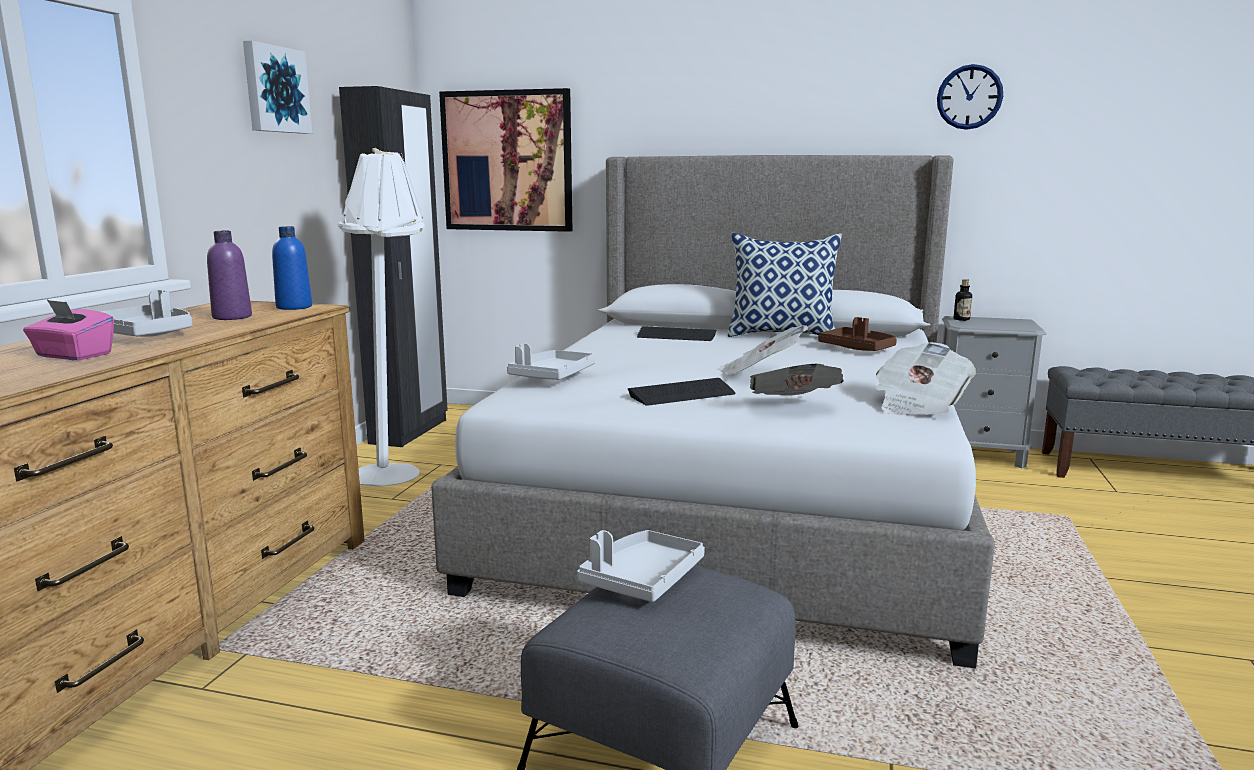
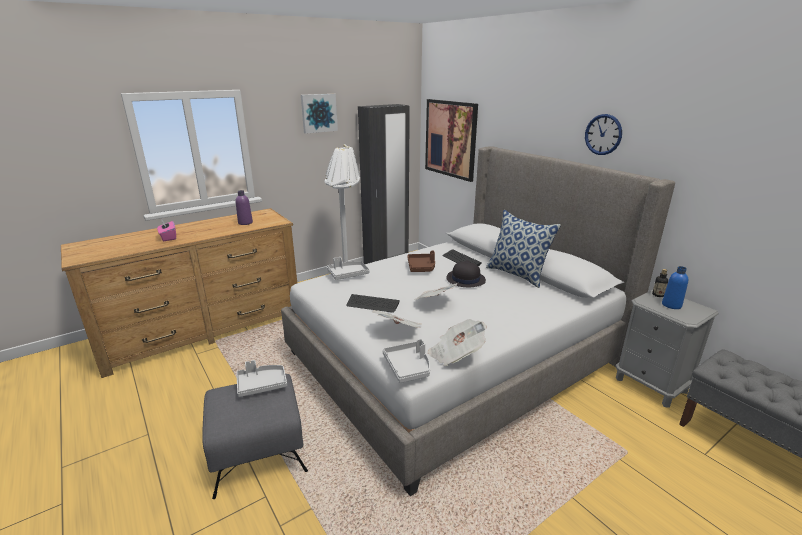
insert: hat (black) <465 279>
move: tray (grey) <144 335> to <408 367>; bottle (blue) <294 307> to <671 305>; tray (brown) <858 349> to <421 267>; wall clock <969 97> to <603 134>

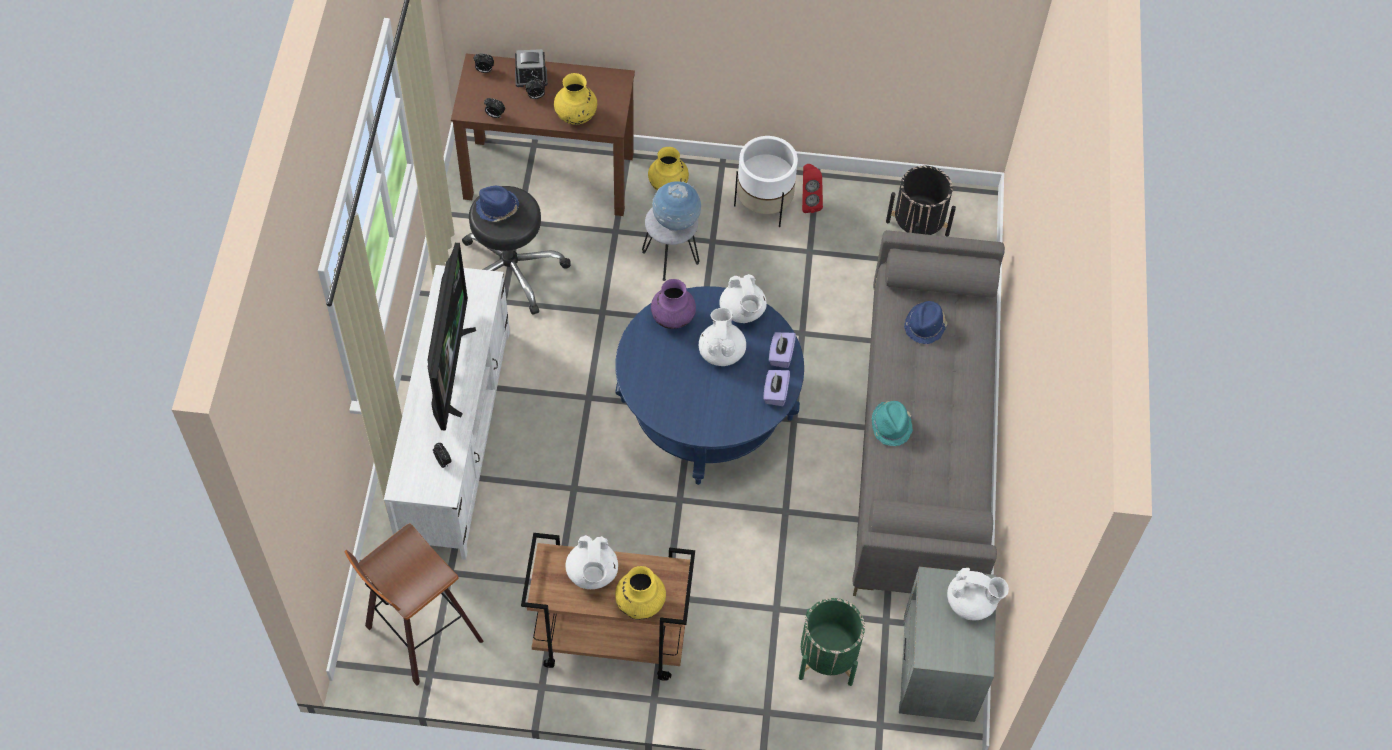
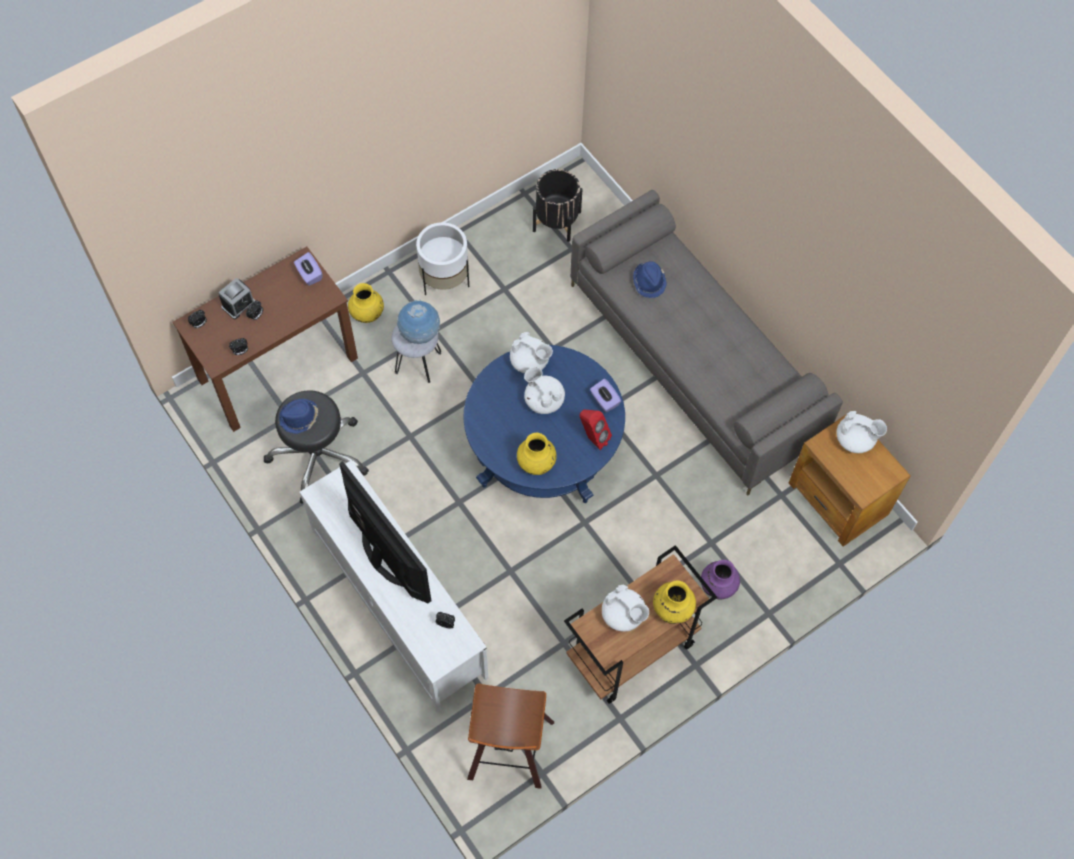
delete: planter (green) <827 657>; hat (turquoise) <891 426>
move: vase (yellow) <576 116> to <536 463>; vase (purple) <673 318> to <718 586>; tissue box (purple) <781 355> to <309 275>; speaker (red) <808 202> to <593 438>
recolor: side table (grey) <937 668> to side table (brown) <838 499>
rotate: teapot (white) <971 603> = <855 440> 45 degrees clockwise

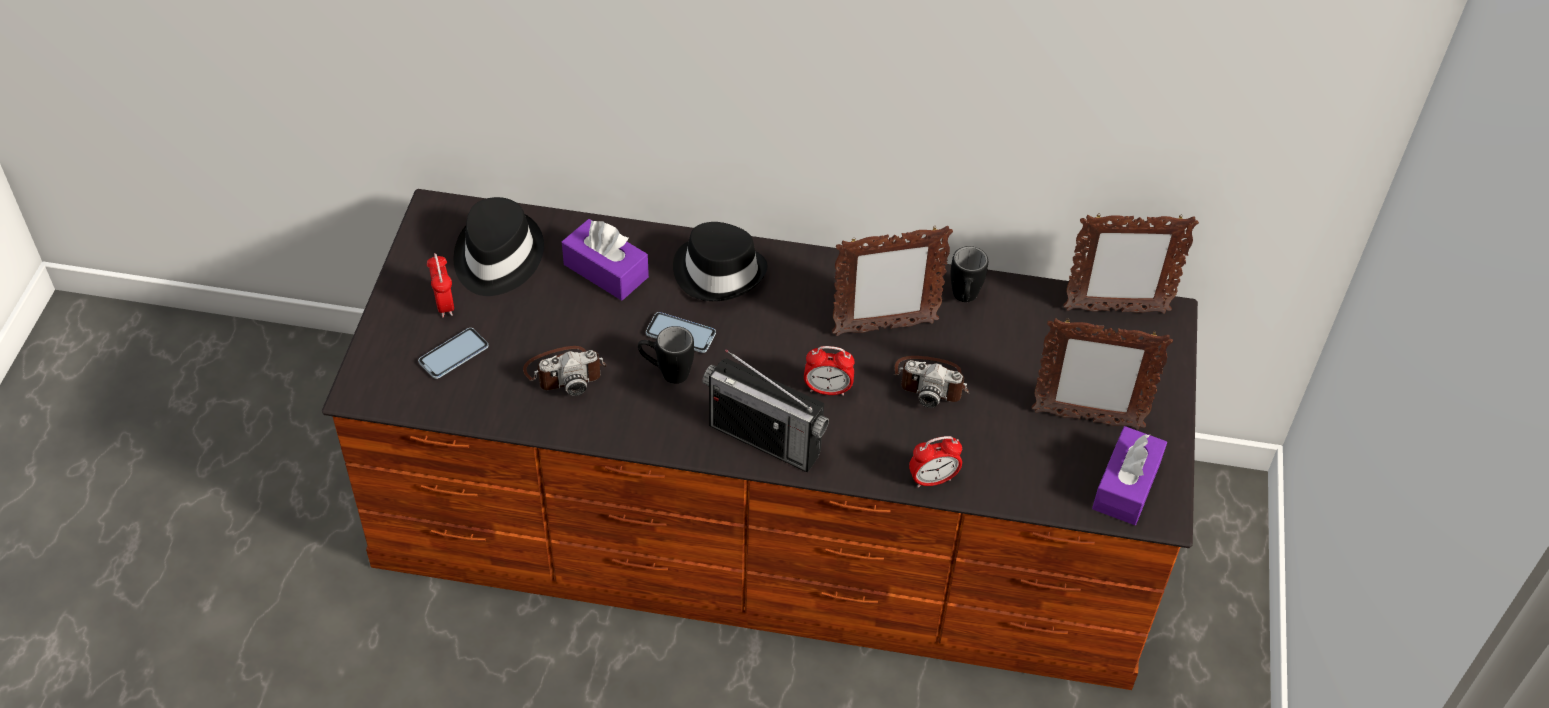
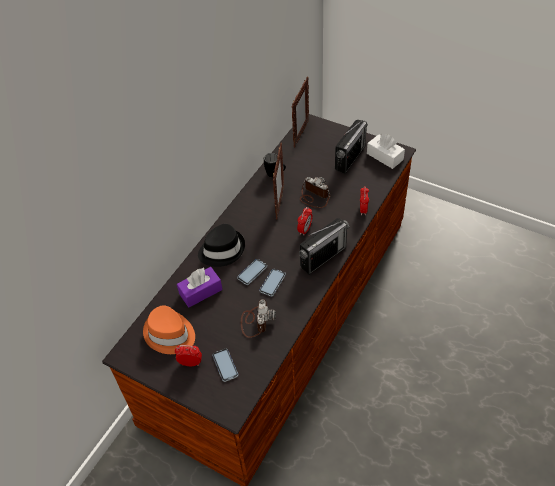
replace: mug (black) <666 373> to phone <272 283>; picture frame <1086 419> to radio <350 158>
recolor: hat (black) <496 257> to hat (orange) <169 334>; tissue box (purple) <1126 486> to tissue box (white) <385 156>
rotate: photo camera <931 382> = <314 196> 90 degrees counterclockwise

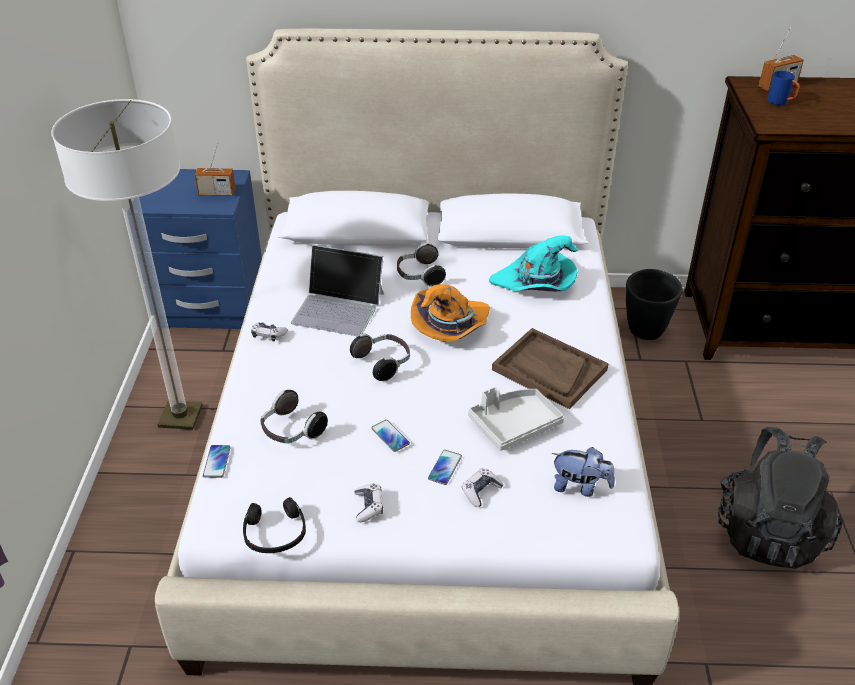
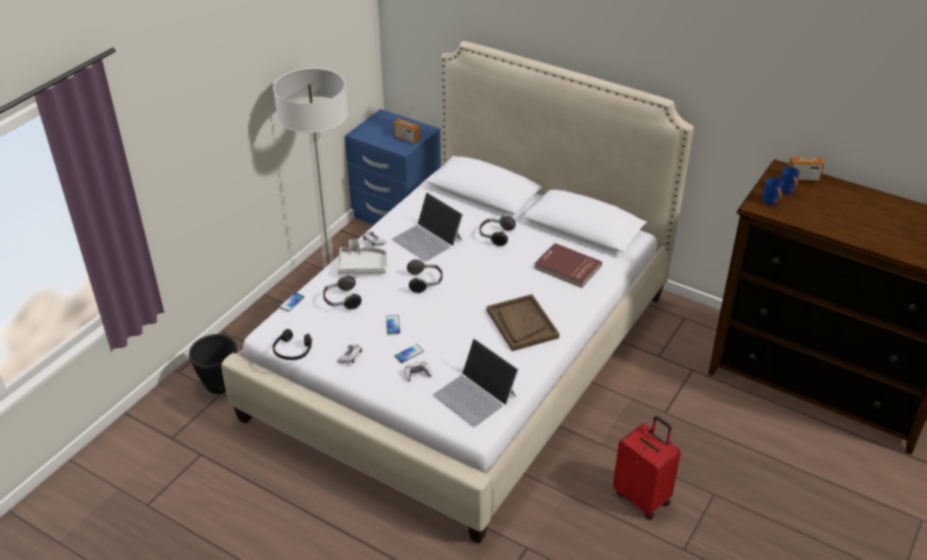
delete: hat (orange) <450 326>
insert: mug (blue) <771 202>
move: tray (grey) <514 425> to <362 266>; planter (black) <645 331> to <219 385>
replace: hat (turquoise) <536 283> to book (red) <567 268>; plush toy <580 487> to laptop <475 395>; backpack (black) <768 531> to suitcase (red) <642 497>

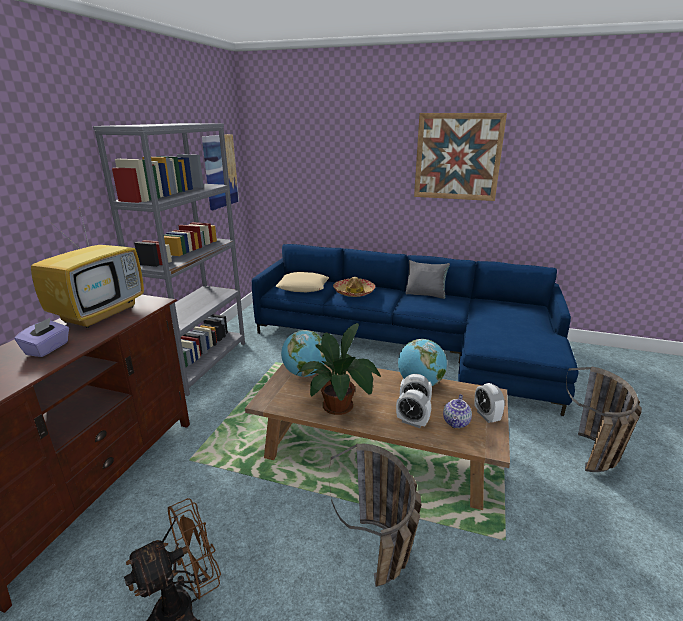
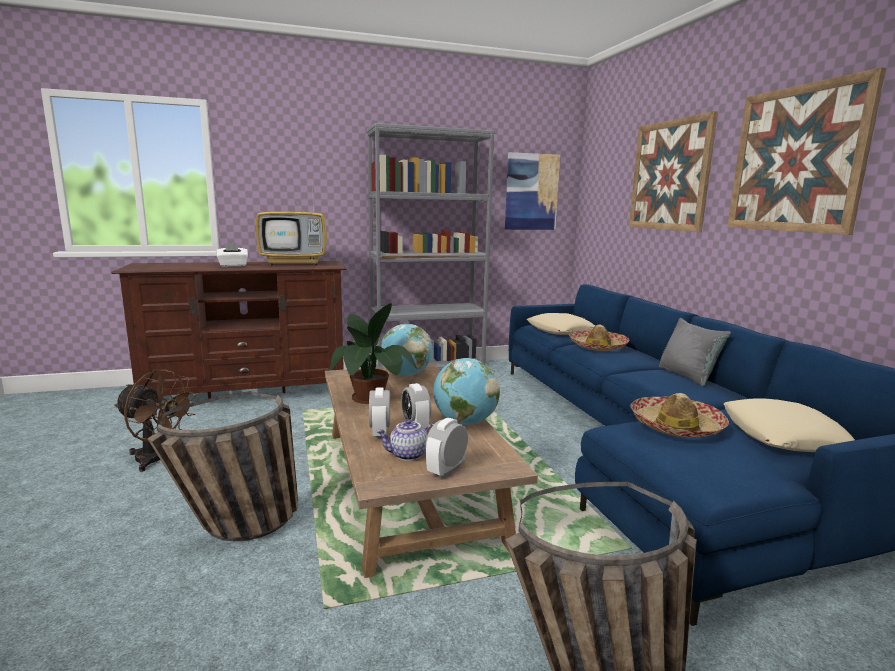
insert: picture <669 176>; hat <676 427>; pillow (beige) <783 436>
recolor: tissue box (purple) <48 349> to tissue box (white) <233 265>

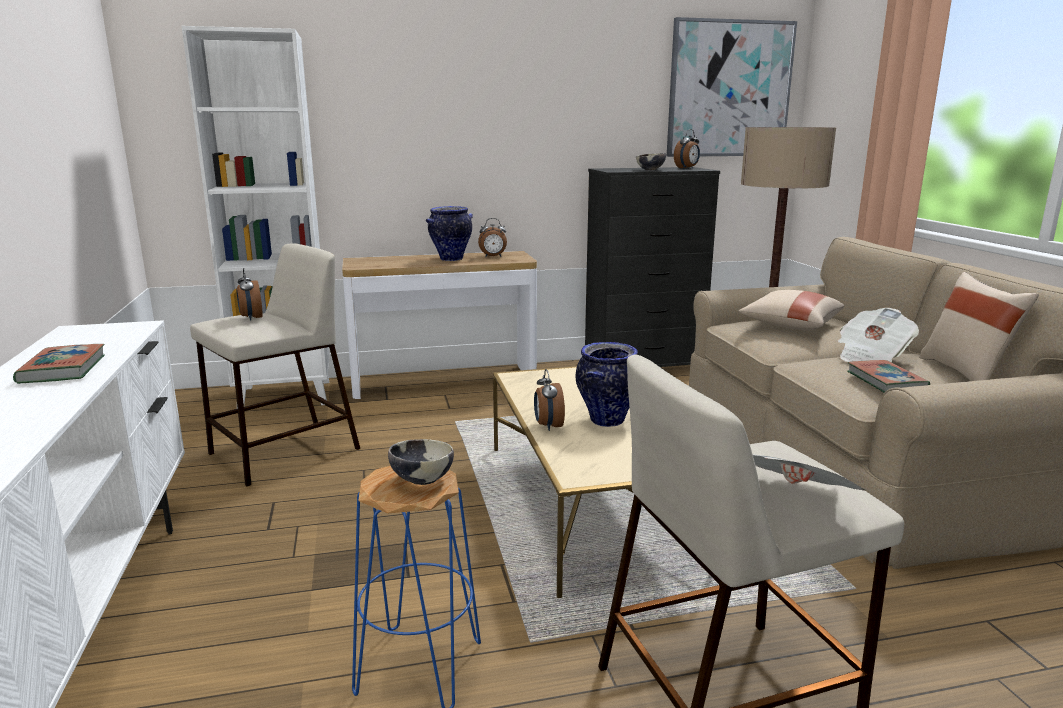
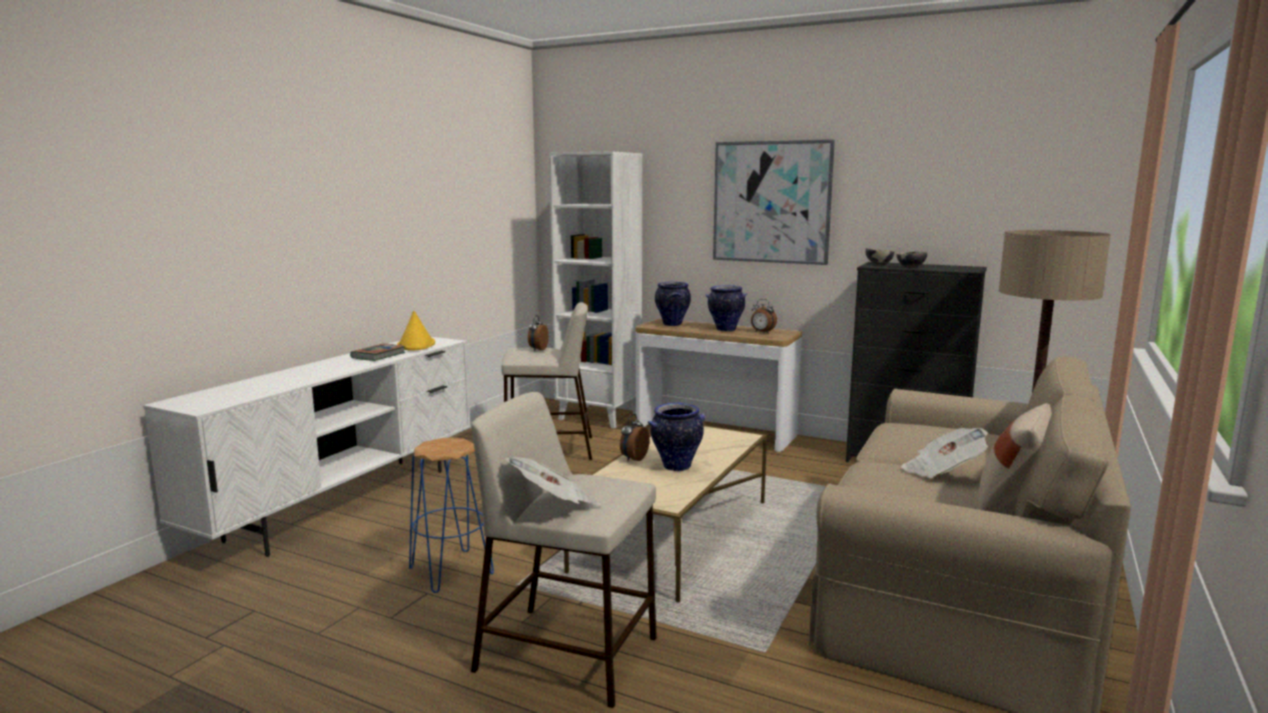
delete: alarm clock <687 168>; pillow (beige) <789 325>; book <886 381>
insert: hat (yellow) <416 345>; vase <672 324>
move: bowl <421 480> to <878 264>; picture <729 89> to <771 202>

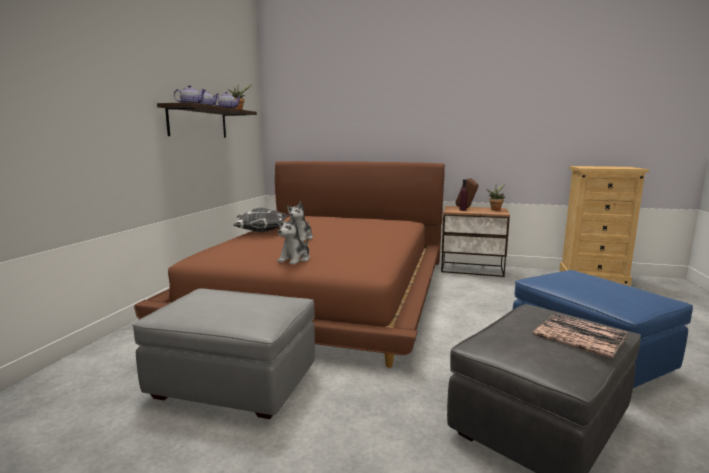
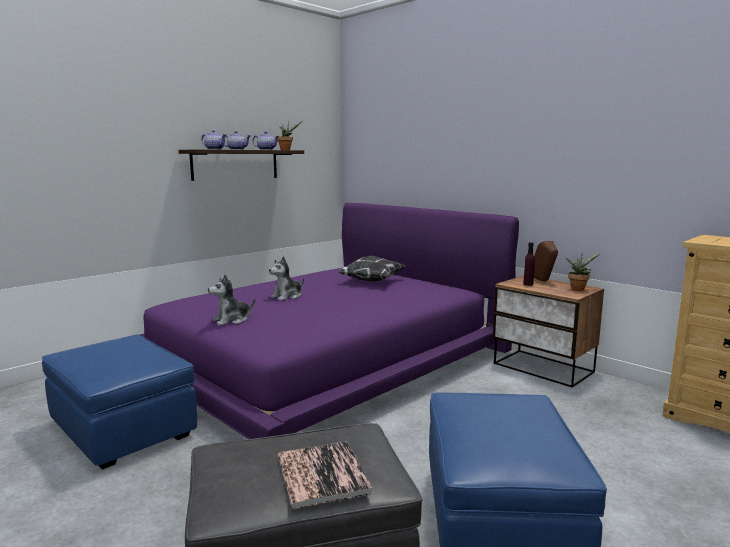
move: pillow <261 232> to <371 281>
recolor: ottoman (grey) <234 383> to ottoman (blue) <123 430>; bed (brown) <325 290> to bed (purple) <327 358>

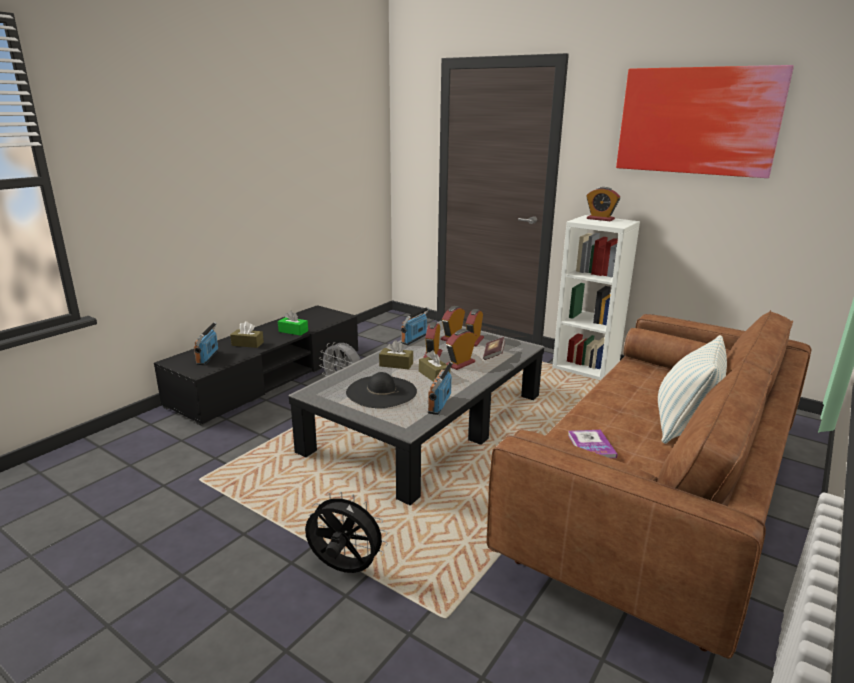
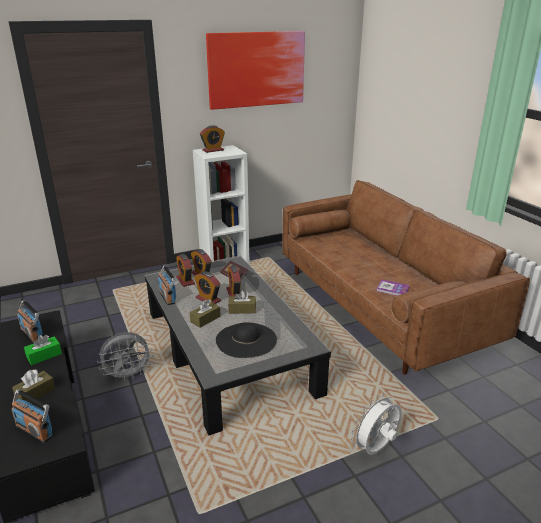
delete: pillow <683 425>
move: radio <439 404> to <32 334>
recolor: fan (black) <344 569> to fan (white) <376 449>

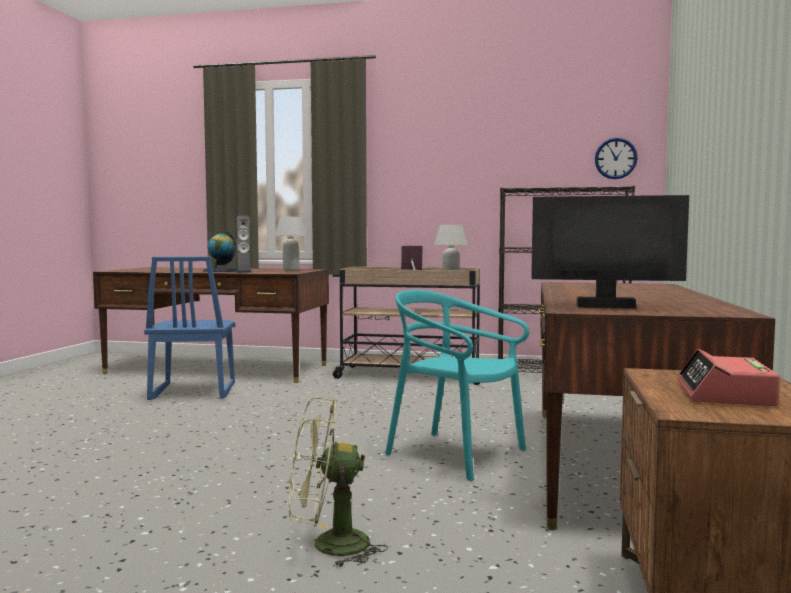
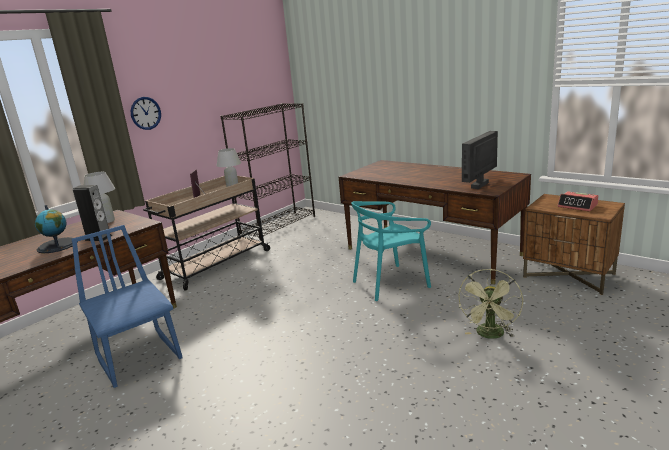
move: wall clock <615 158> to <145 113>
rotate: chair (blue) <192 392> = <139 357> 150 degrees counterclockwise

